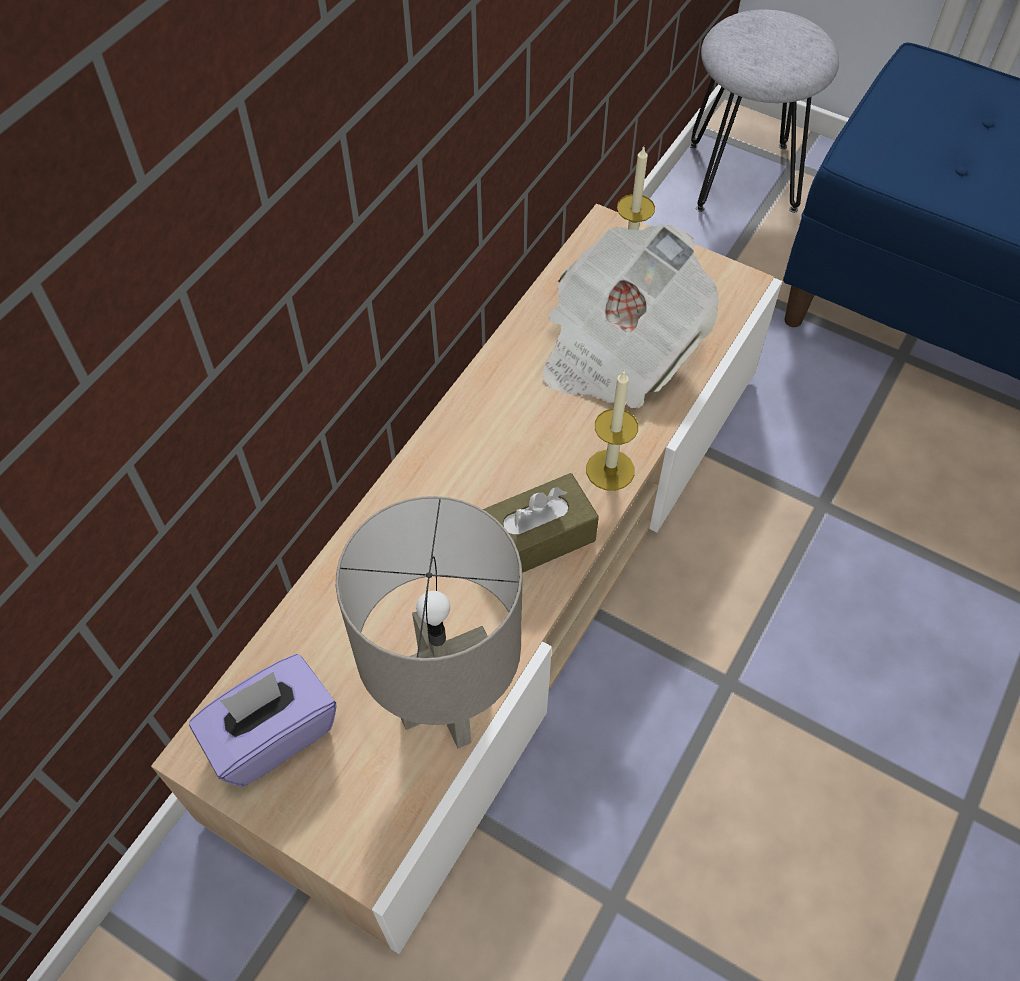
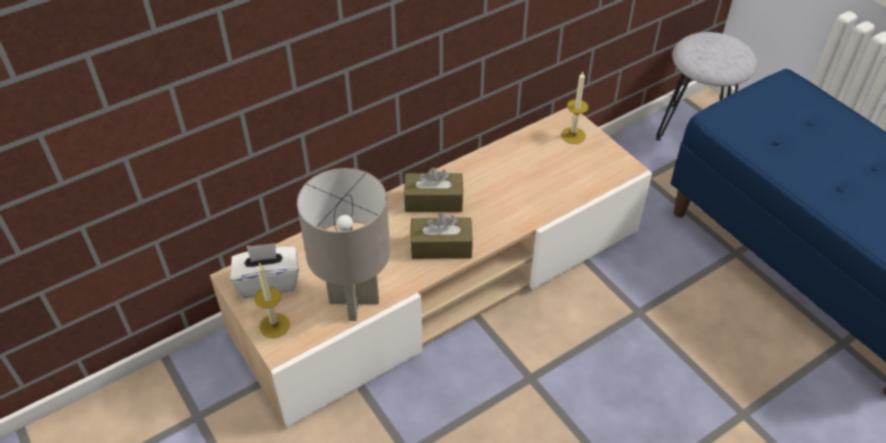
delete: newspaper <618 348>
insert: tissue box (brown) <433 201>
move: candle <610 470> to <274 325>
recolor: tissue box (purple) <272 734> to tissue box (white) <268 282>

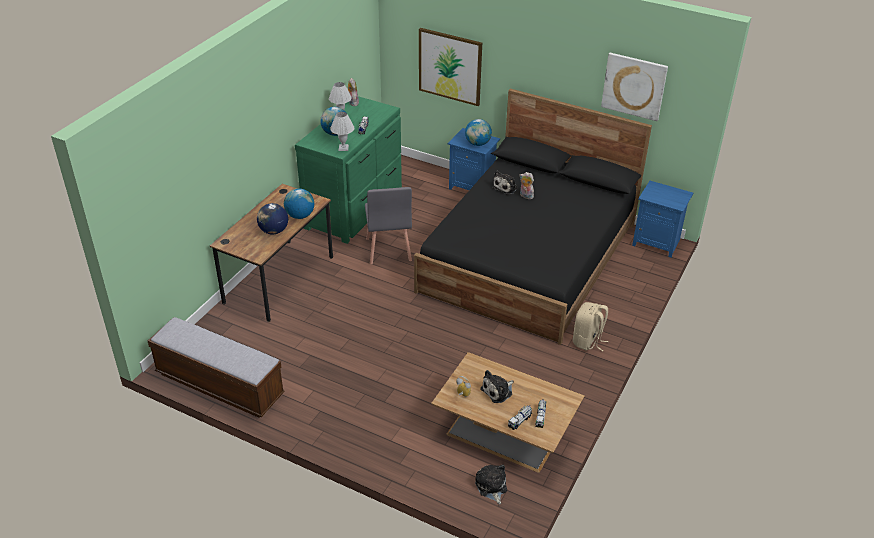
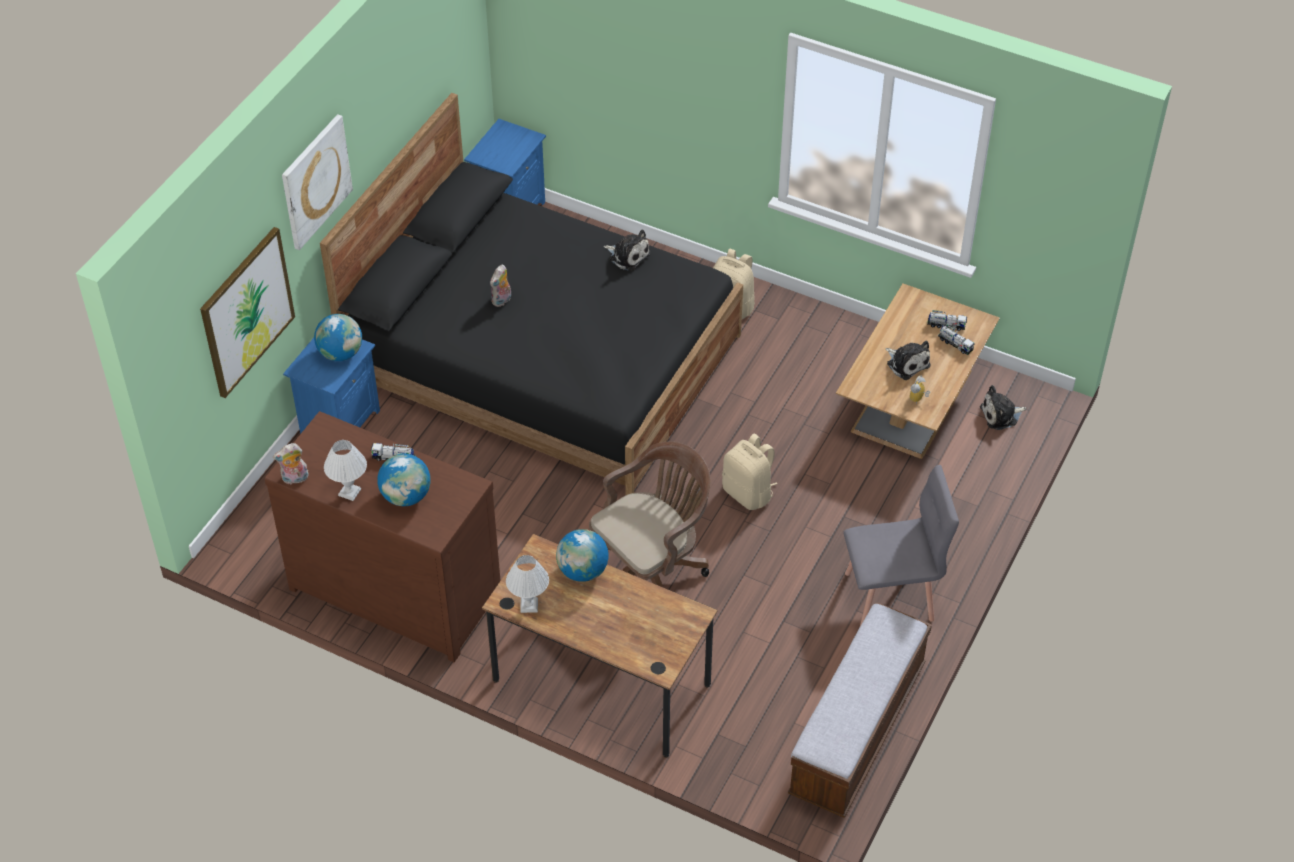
delete: globe <273 231>
insert: office chair (brown) <651 571>; backpack (beige) <748 493>
move: table lamp (white) <343 148> to <528 605>; chair (grey) <388 249> to <890 596>; plush toy <506 187> to <628 255>; picture <634 86> to <315 181>
recolor: dresser (green) <355 209> to dresser (brown) <396 588>

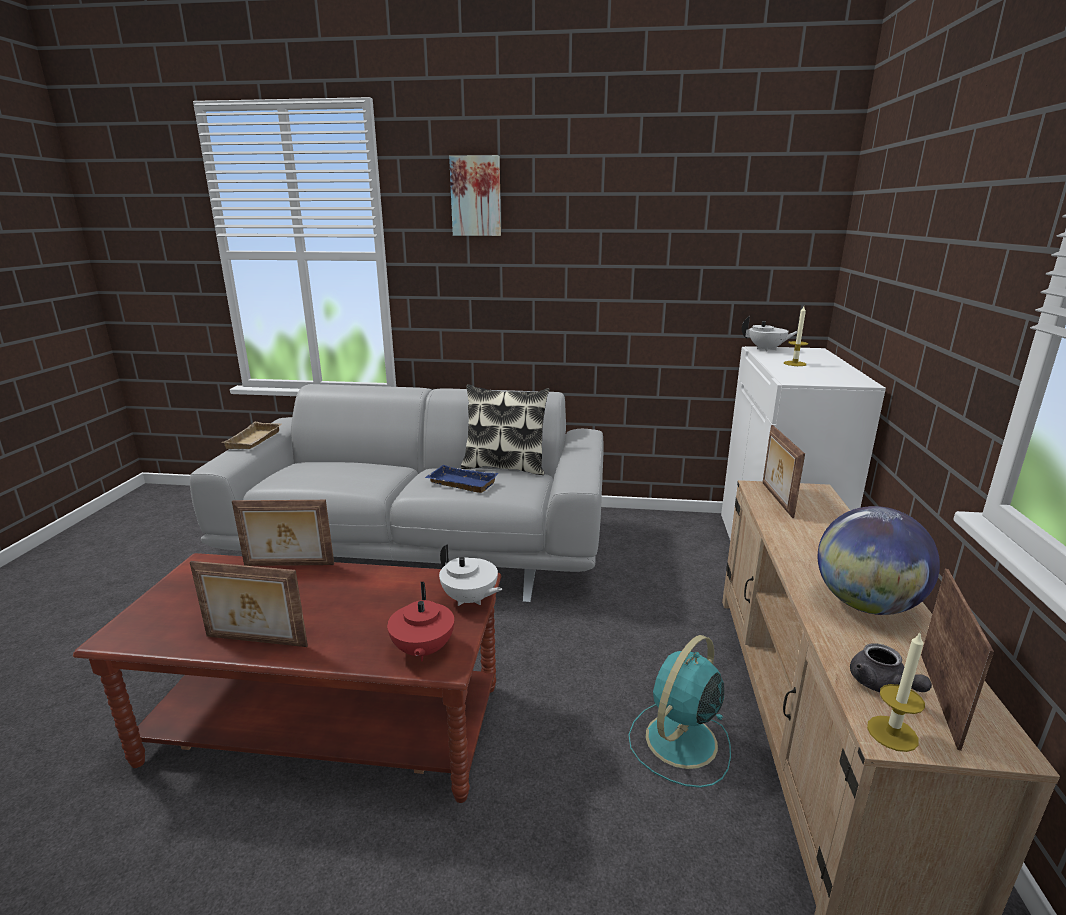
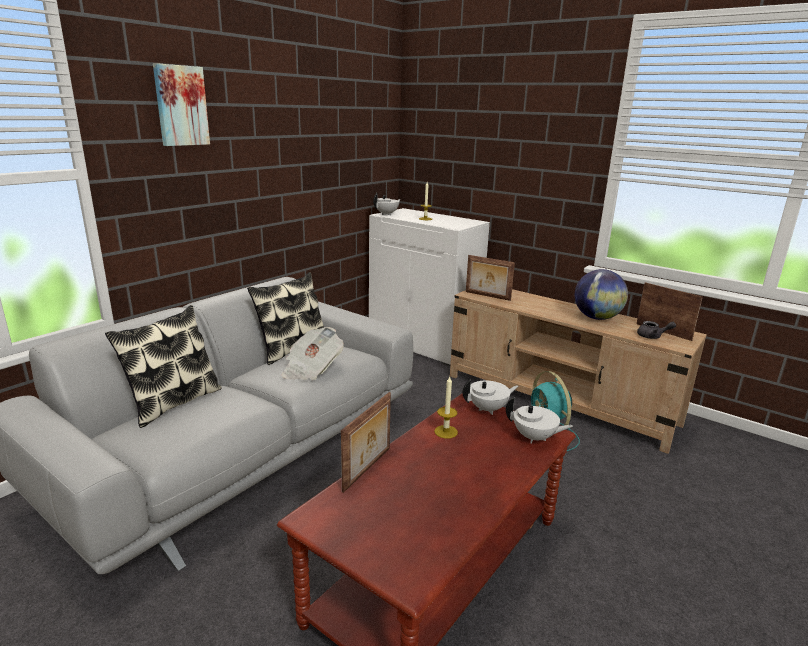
delete: picture frame <255 642>; tray (beige) <255 440>
insert: pillow <173 403>
move: candle <892 733> to <446 432>
replace: tray (blue) <460 484> to newspaper <311 369>
recolor: teapot (red) <422 650> to teapot (white) <534 438>

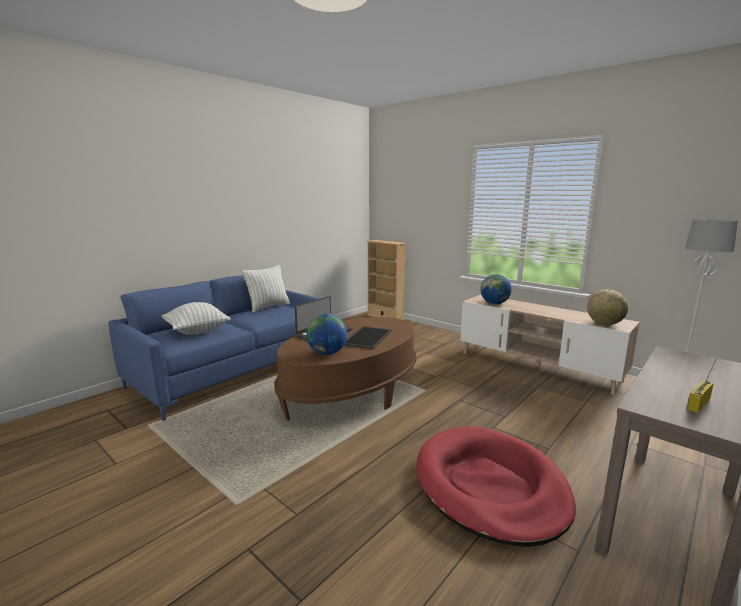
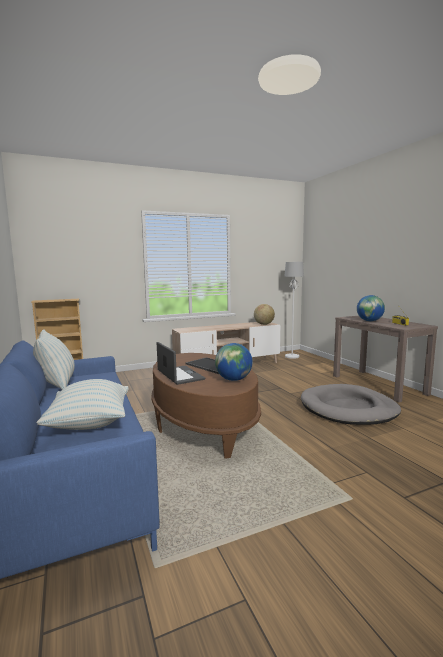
move: globe <494 303> to <369 321>
recolor: dog bed (red) <490 486> to dog bed (grey) <348 408>

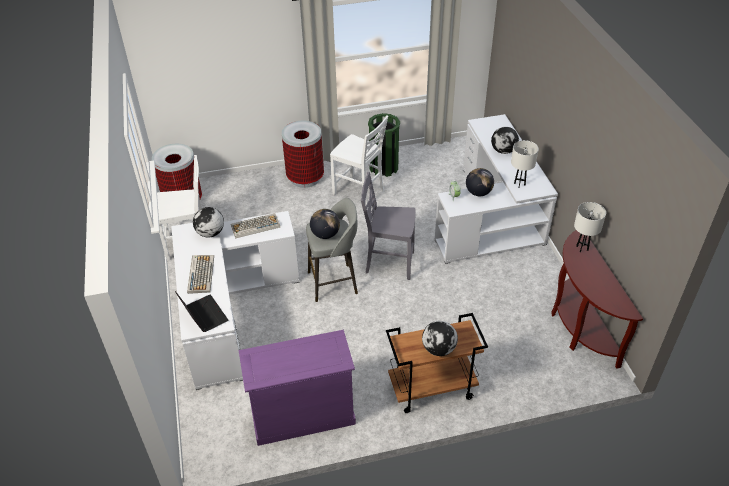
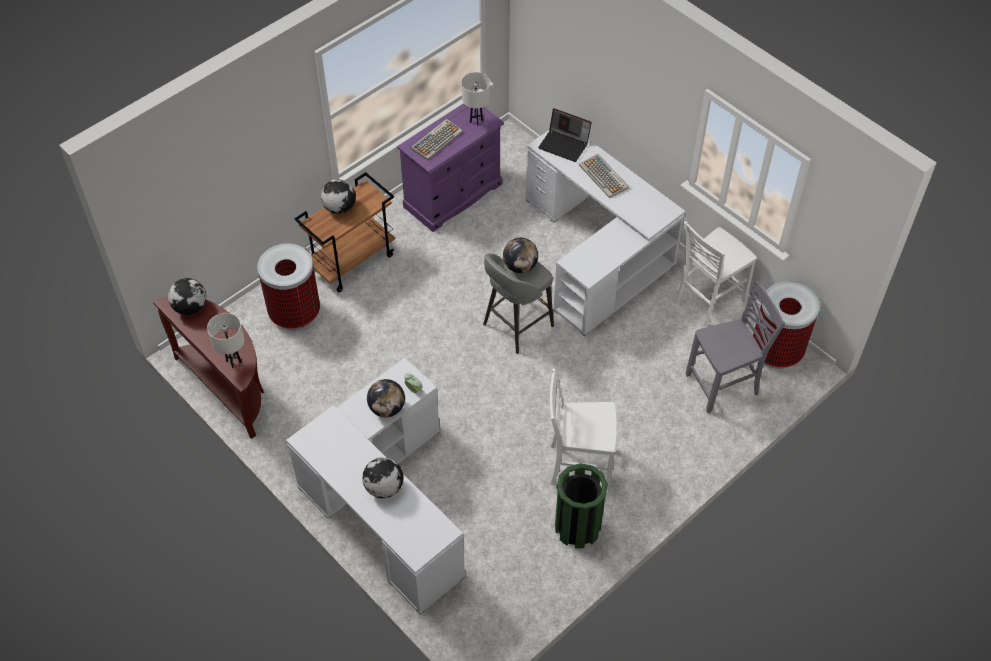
move: globe <210 233> to <190 307>; keyboard <255 226> to <437 140>; trash can <305 178> to <294 313>; chair (grey) <388 263> to <724 385>; table lamp (white) <519 184> to <476 121>

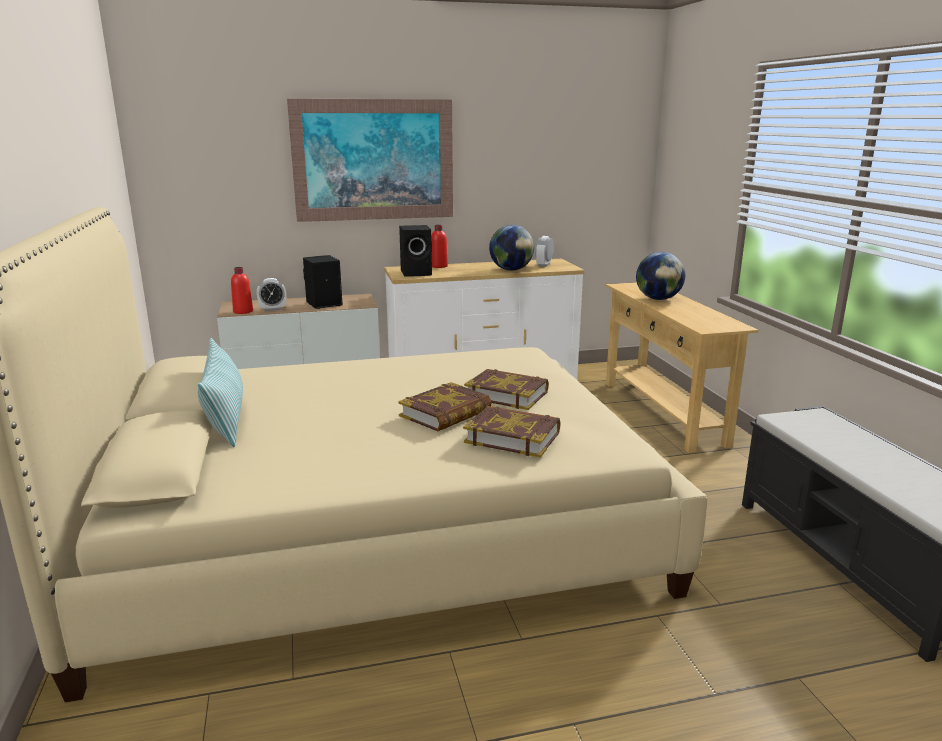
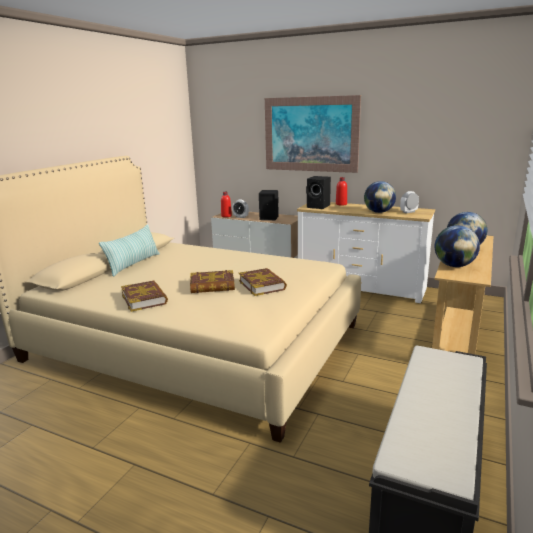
insert: globe <454 266>
move: book <512 437> to <144 299>

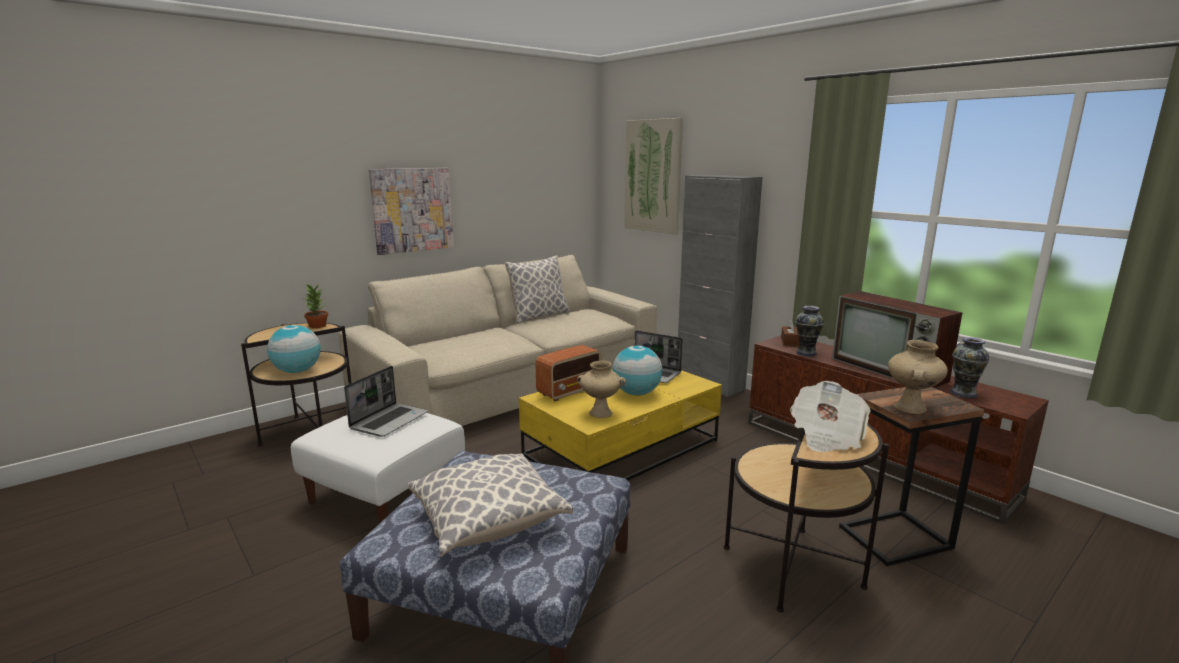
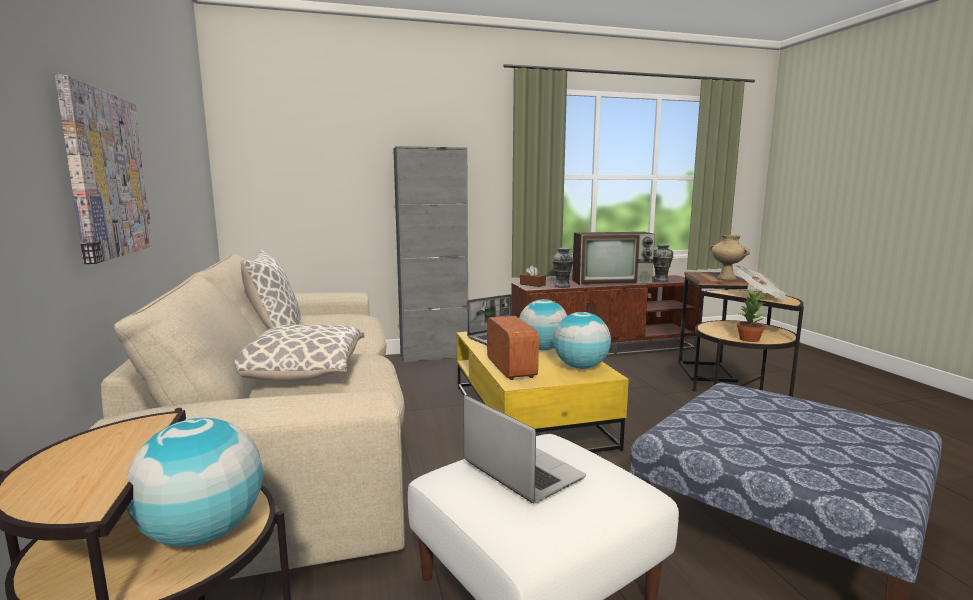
delete: picture <653 176>
move: potted plant <317 326> to <749 339>; pillow <488 522> to <302 374>
replace: vase (beige) <600 413> to globe <581 367>

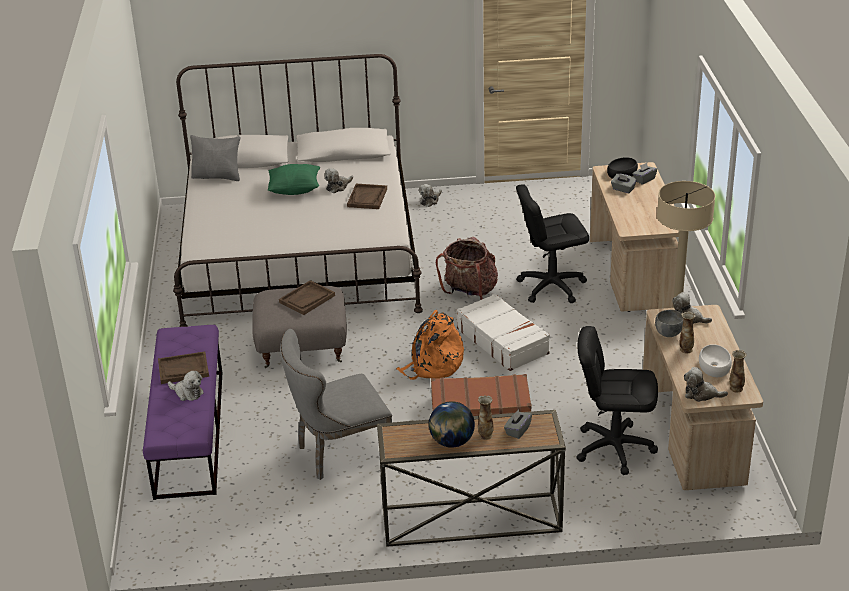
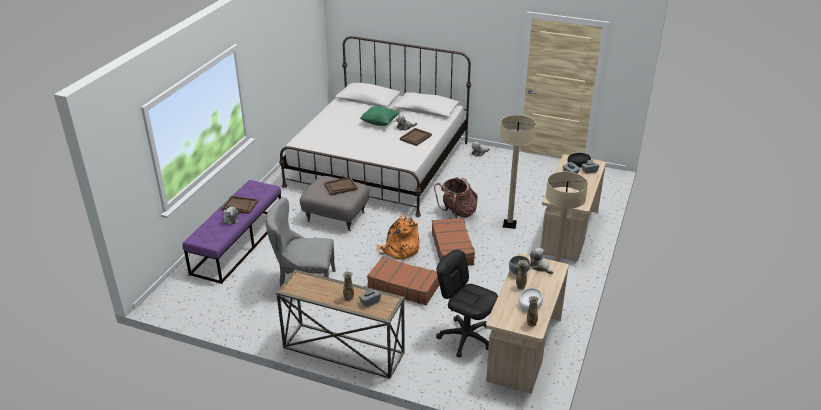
delete: pillow (grey) <217 176>; globe <452 442>; plush toy <701 394>
replace: office chair (black) <551 286> to floor lamp (beige) <509 224>
recolor: suitcase (white) <503 341> to suitcase (brown) <452 248>

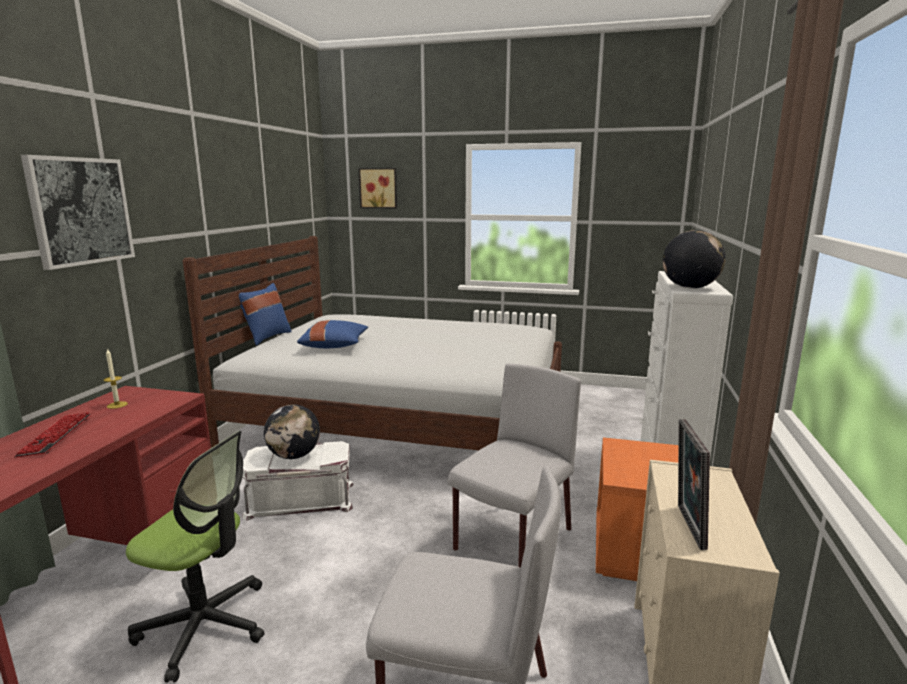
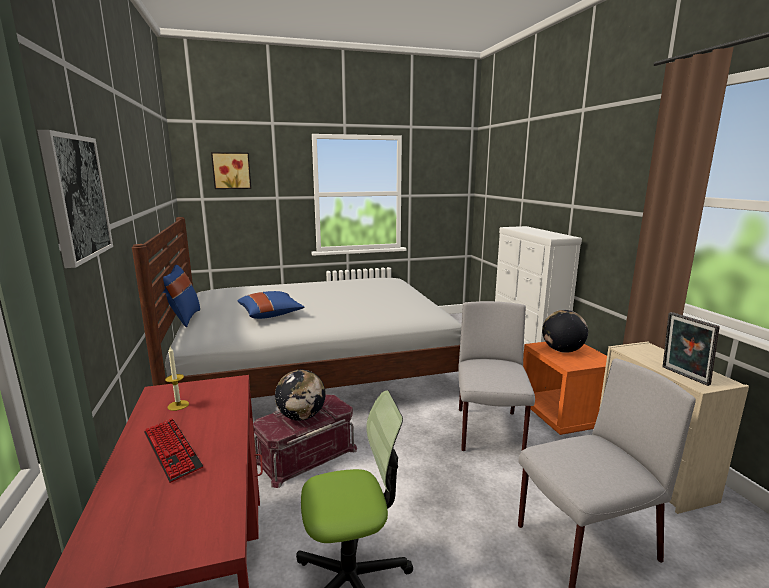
move: globe <690 288> to <562 350>
recolor: storage box (white) <301 499> to storage box (red) <305 454>

